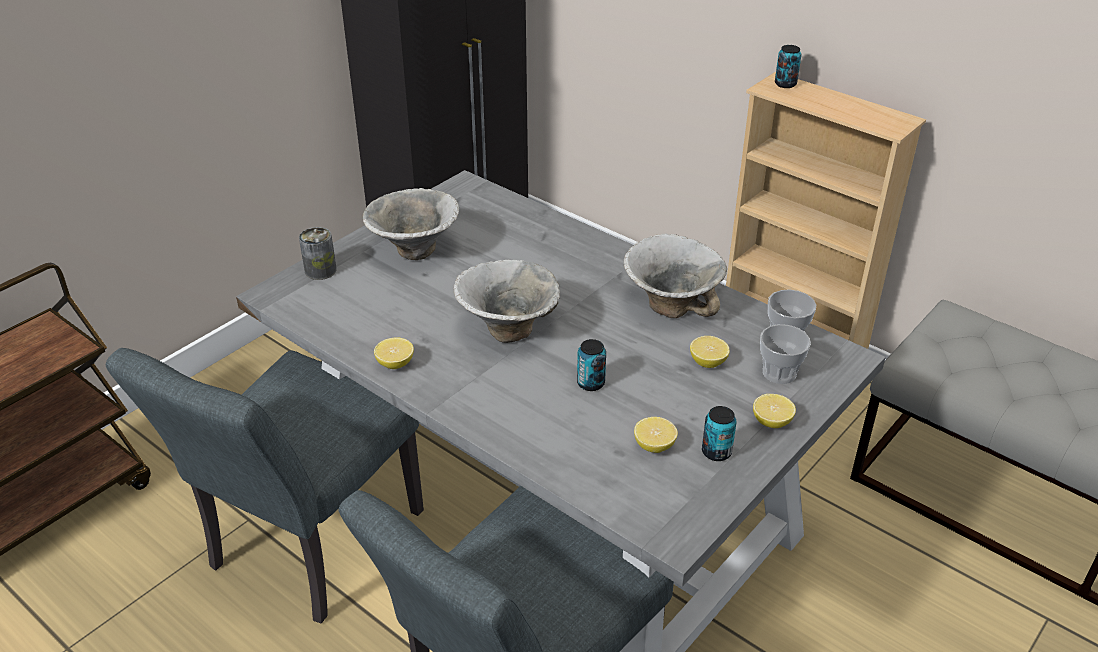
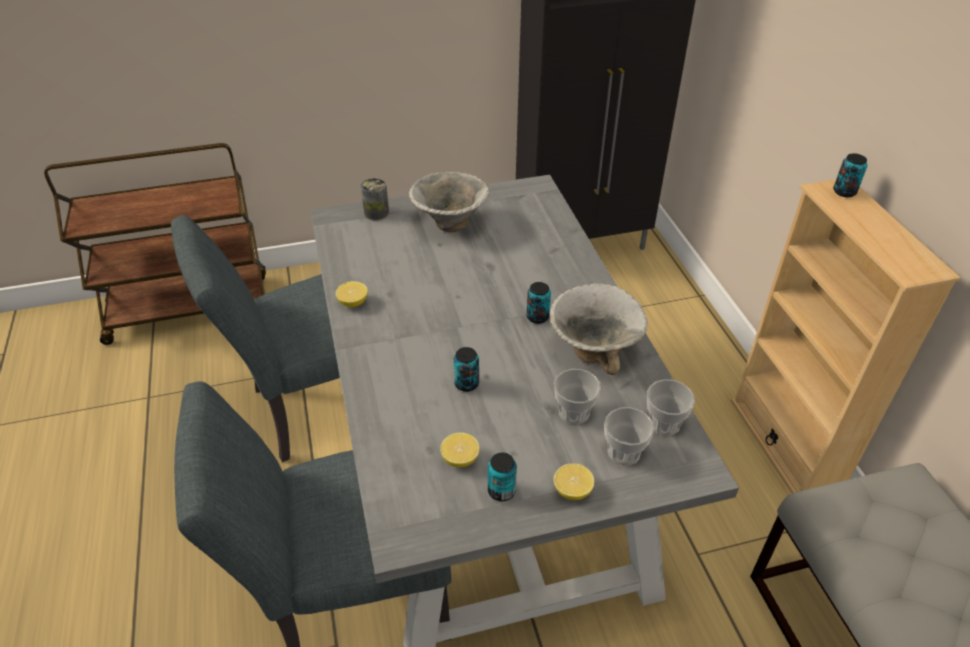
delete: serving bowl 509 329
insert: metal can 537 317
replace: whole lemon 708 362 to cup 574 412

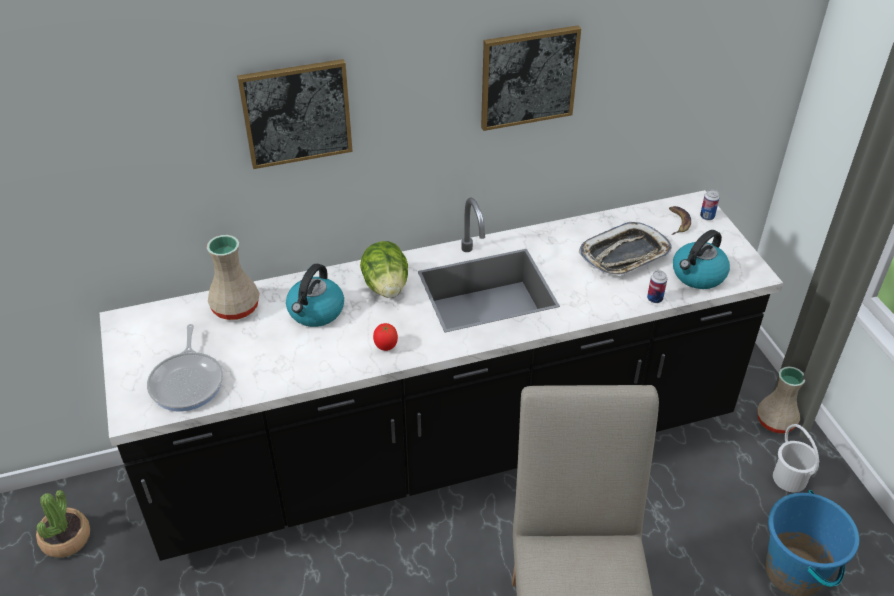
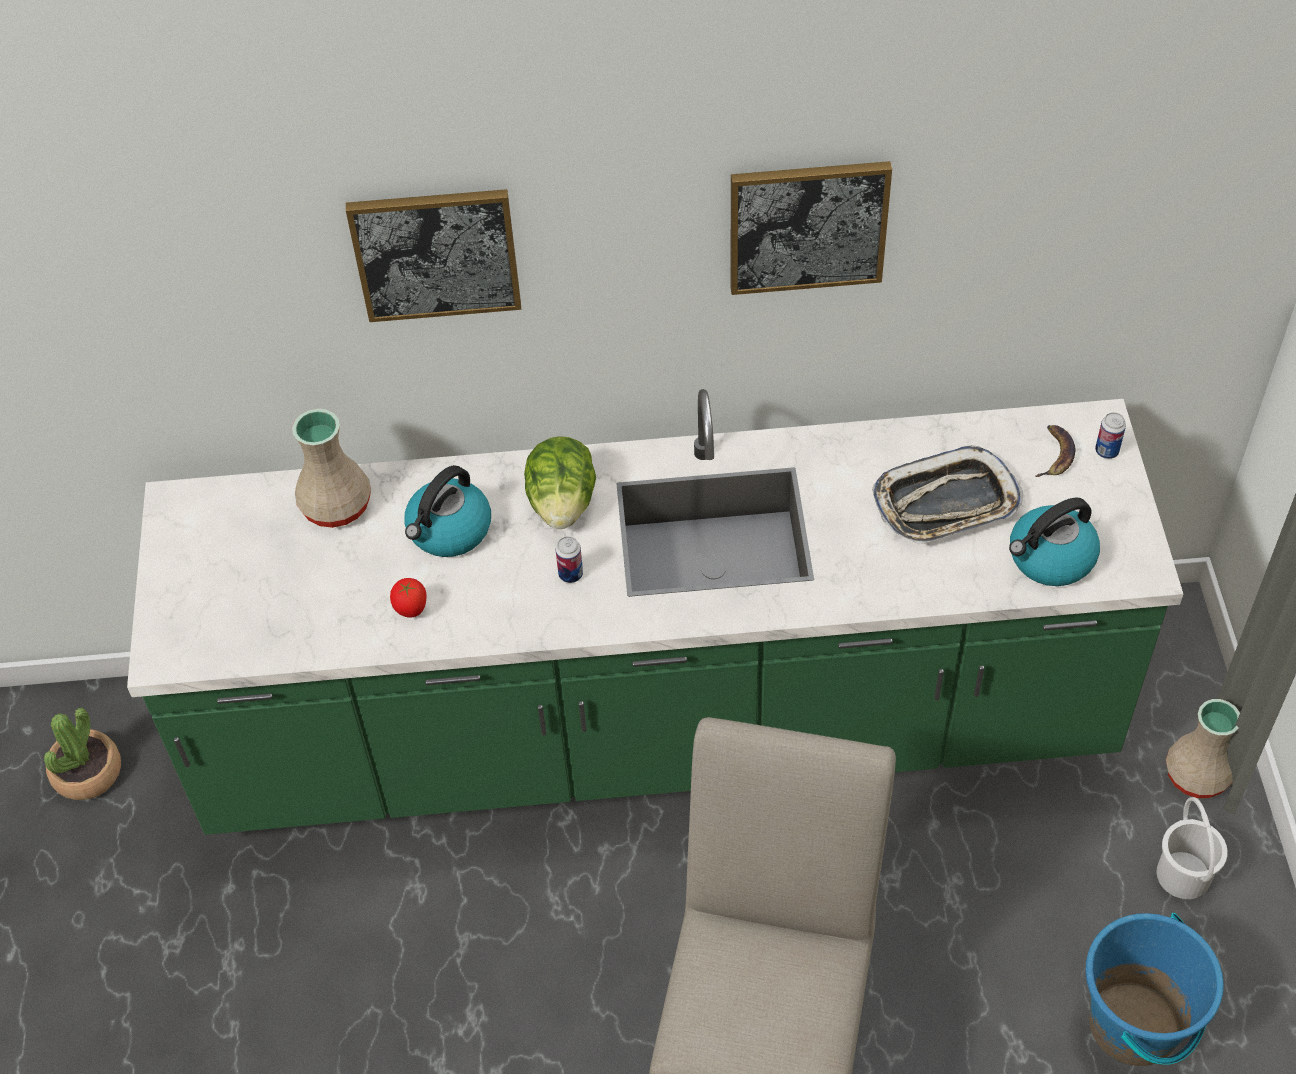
delete: frying pan 188 382
move: tomato 386 347 to 411 610; metal can 654 299 to 570 574
recolor: kitchen base unit in blackish 447 449 to kitchen base unit in green-coloured 658 730

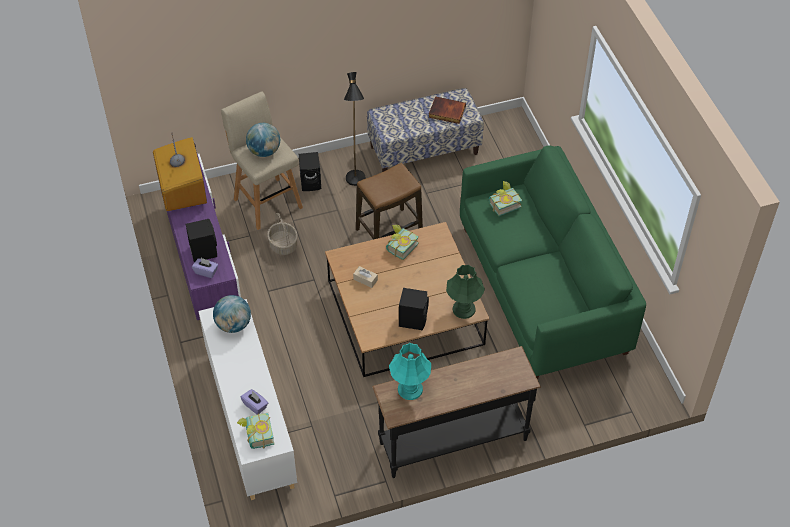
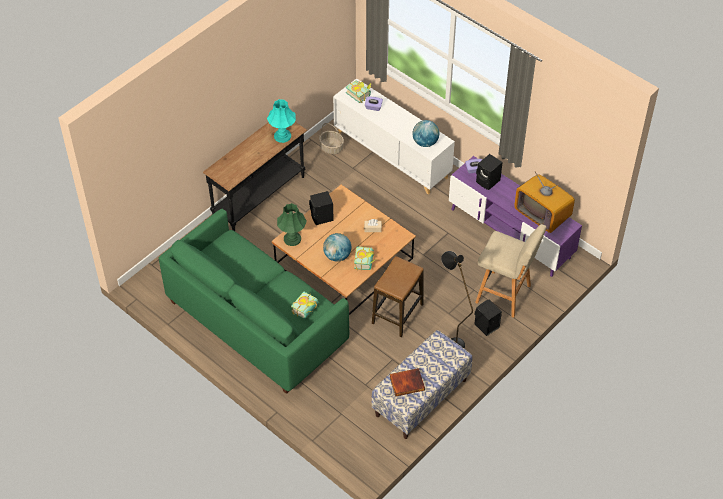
move: world globe 264 151 to 337 256; basket 283 245 to 331 148

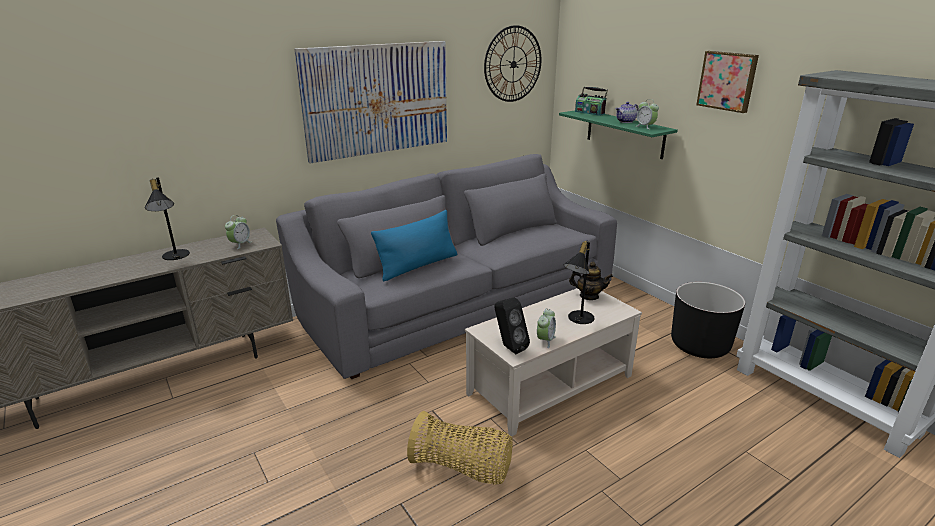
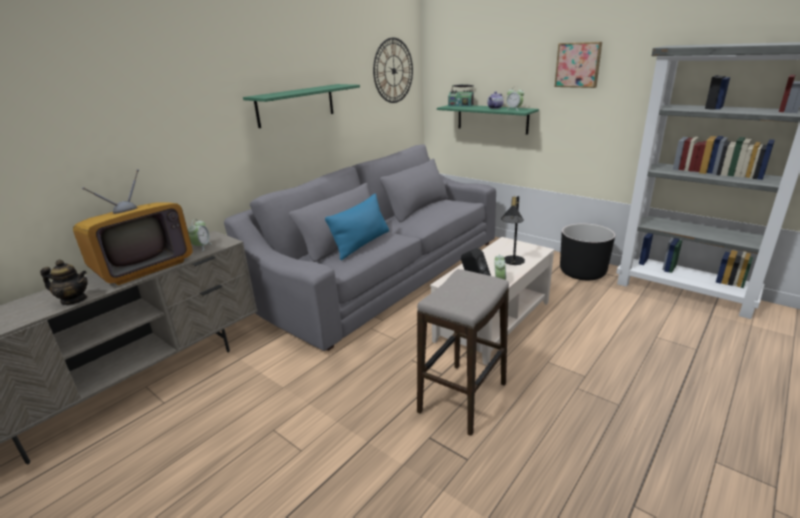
move: pot for tea 589 296 to 74 300
replace: lamp for a table in blackish 174 257 to television 143 266; wall picture 377 99 to bracket shelf in green-coloured 296 105; basket 462 468 to sitting stool 463 398

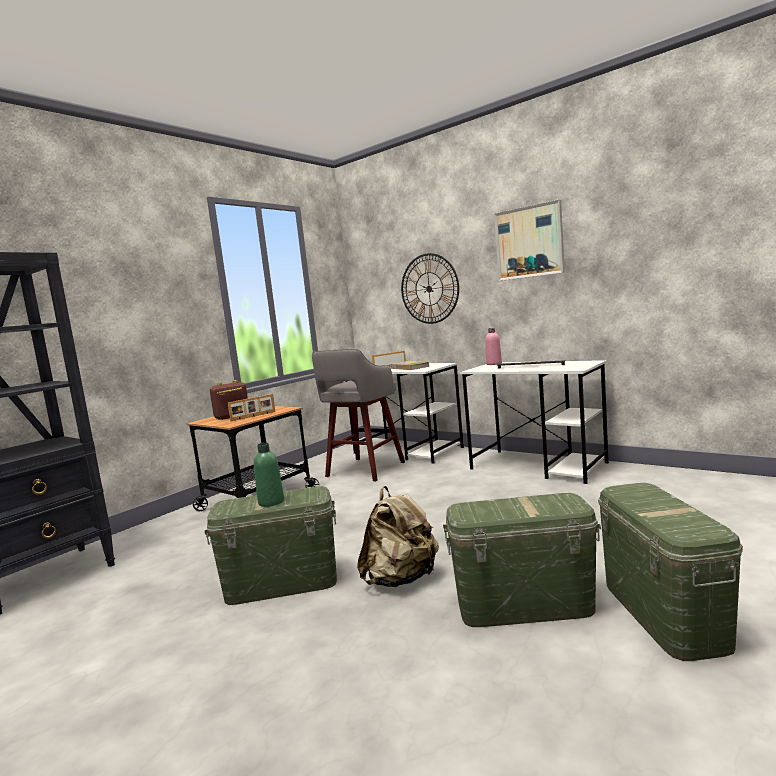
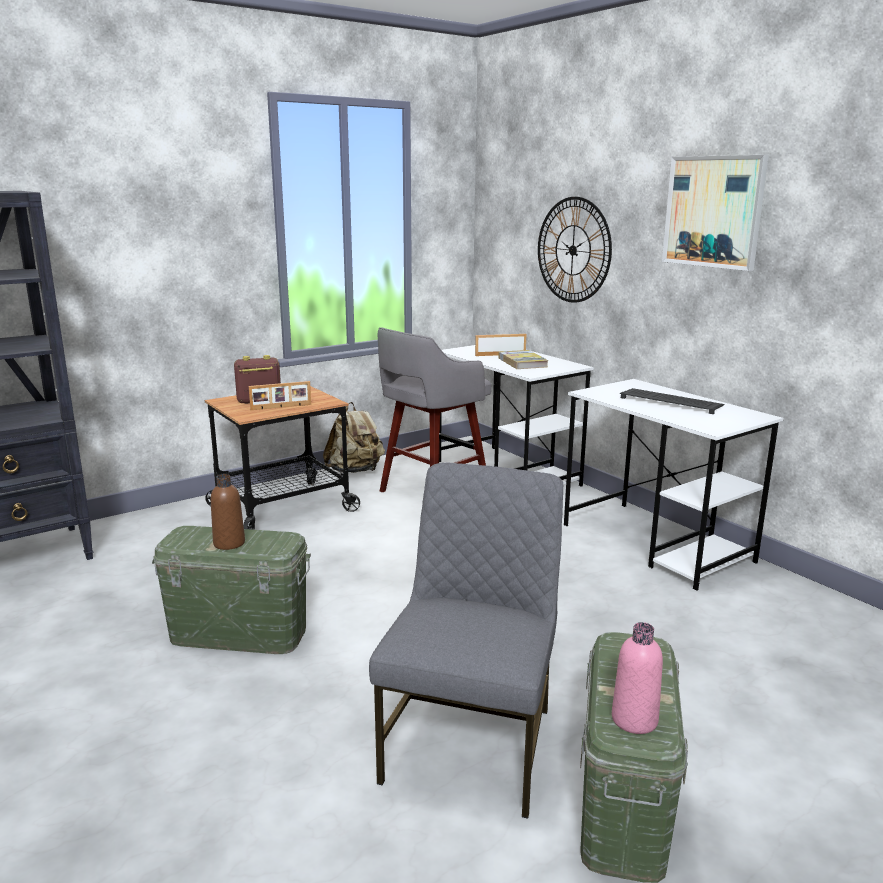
move: backpack in beige 401 579 to 355 471; drink bottle in pinkish 494 364 to 634 720
replace: storage box in green-coloured 524 605 to plain chair in gray 473 743
recolor: drink bottle in green-coloured 271 502 to drink bottle in brown 229 543

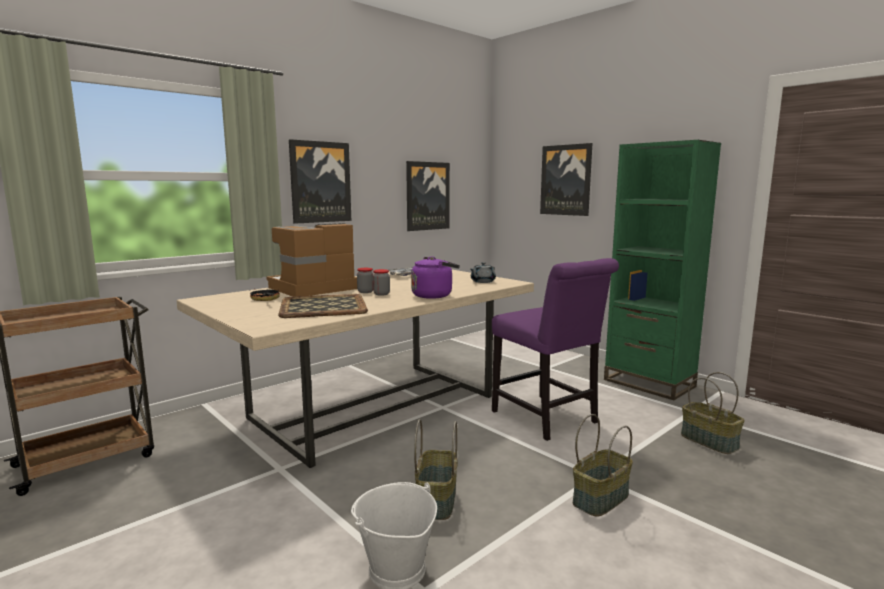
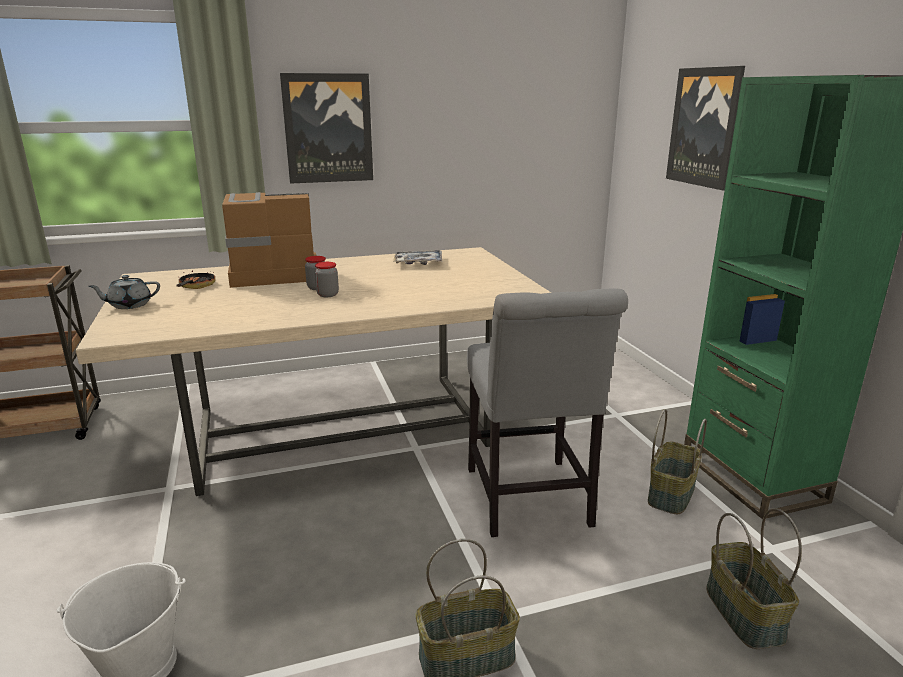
delete: serving tray 322 306; wall picture 427 196; kettle in purple 434 295
move: basket 435 500 to 670 493; pot for tea in gray 482 281 to 129 305
recolor: plain chair in purple 547 419 to plain chair in gray 529 502

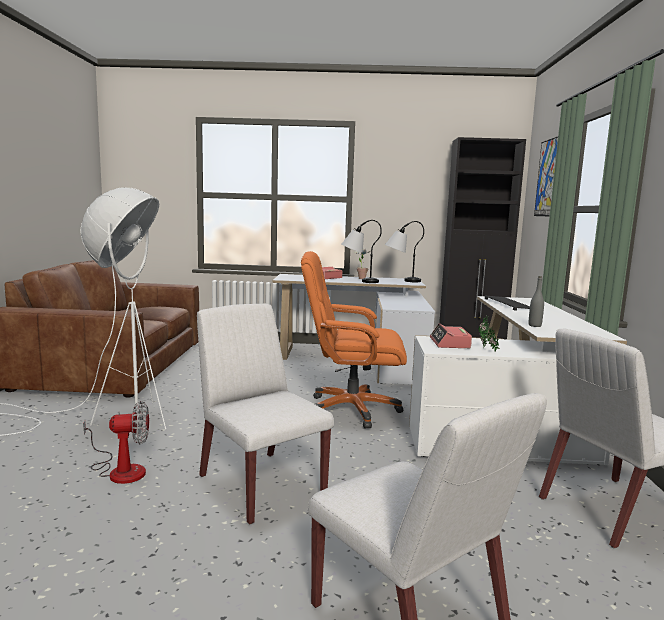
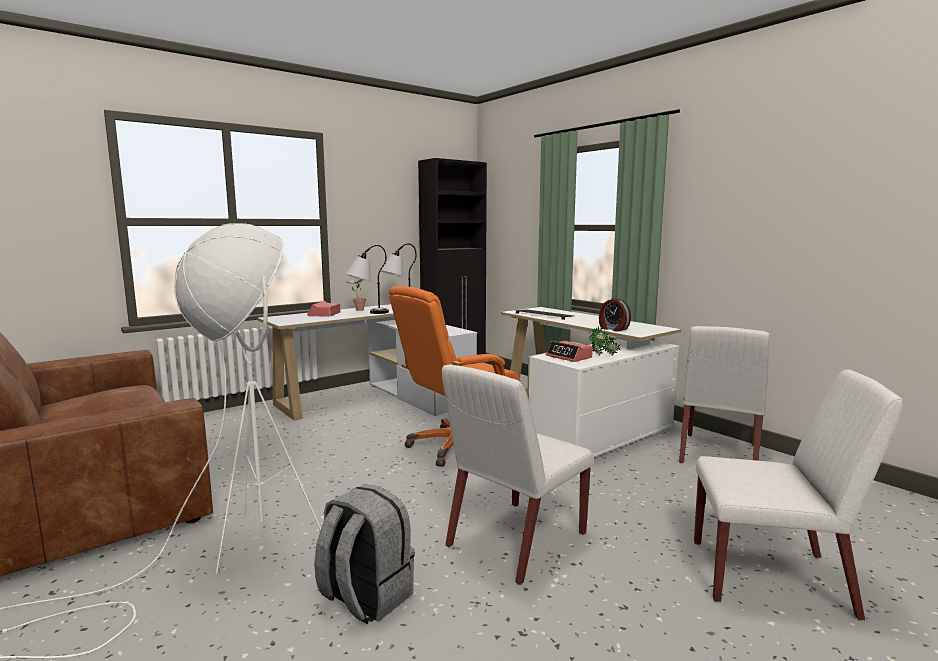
delete: wall picture 548 178
replace: fan 120 470 to backpack in gray 365 597; drink bottle in gray 534 325 to alarm clock 613 329
rotate: plain chair in whitish 260 484 = 515 540 60 degrees counterclockwise

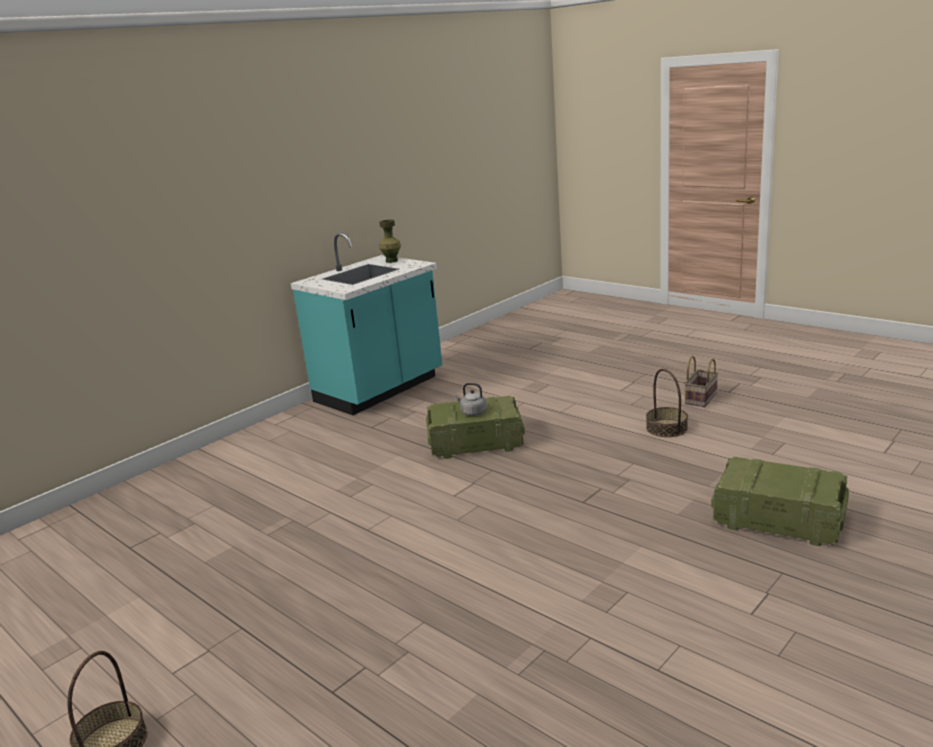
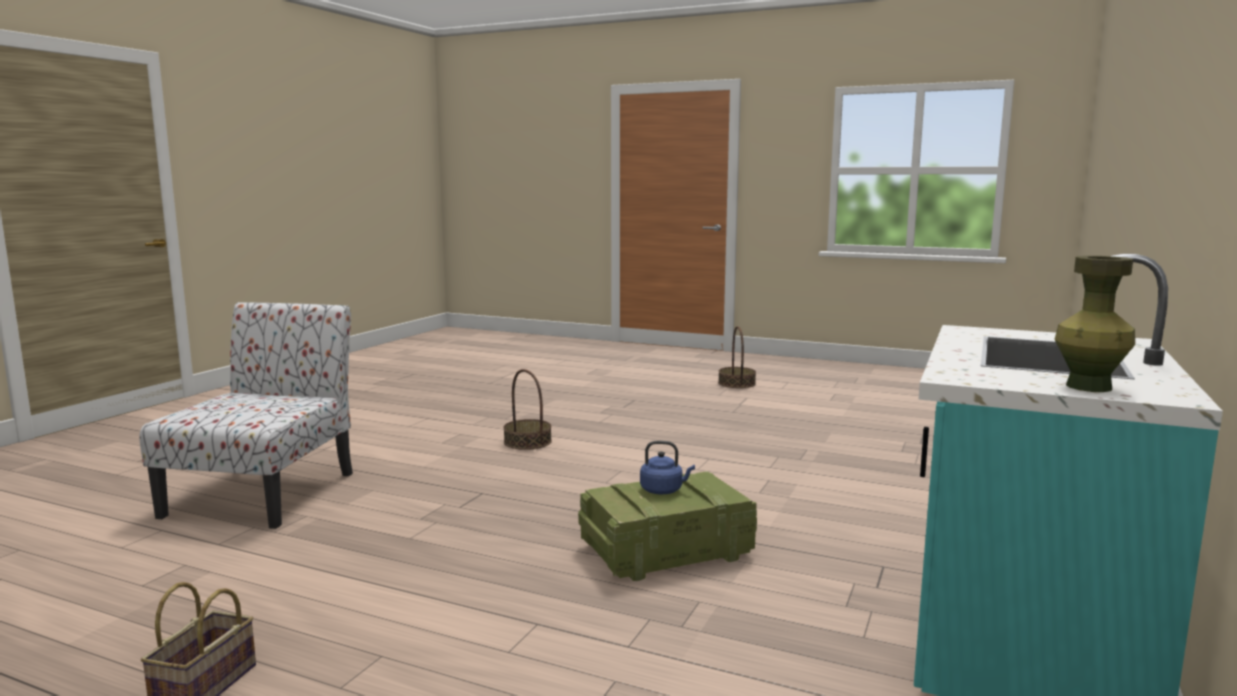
move: basket 667 428 to 527 442
replace: shipping crate 776 519 to plain chair 264 493
recolor: kettle in gray 472 412 to kettle in blue 663 490

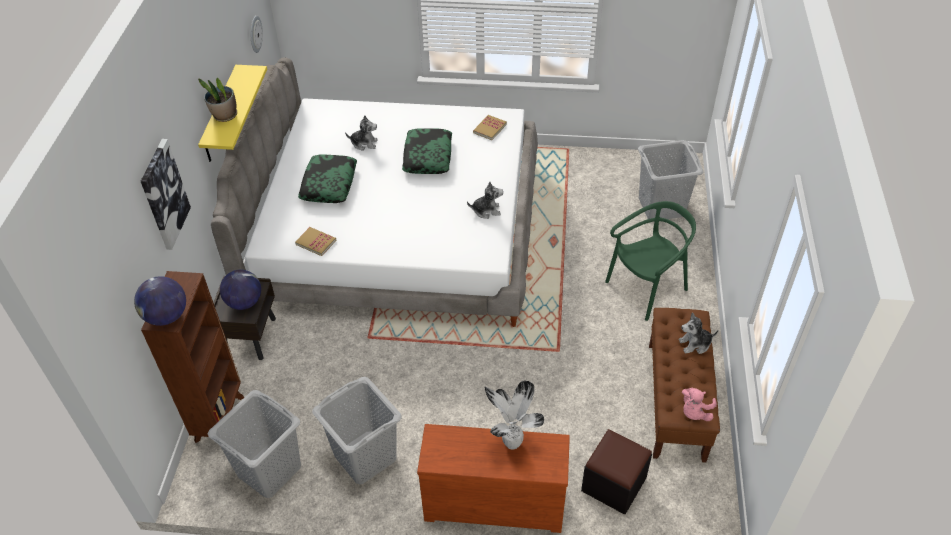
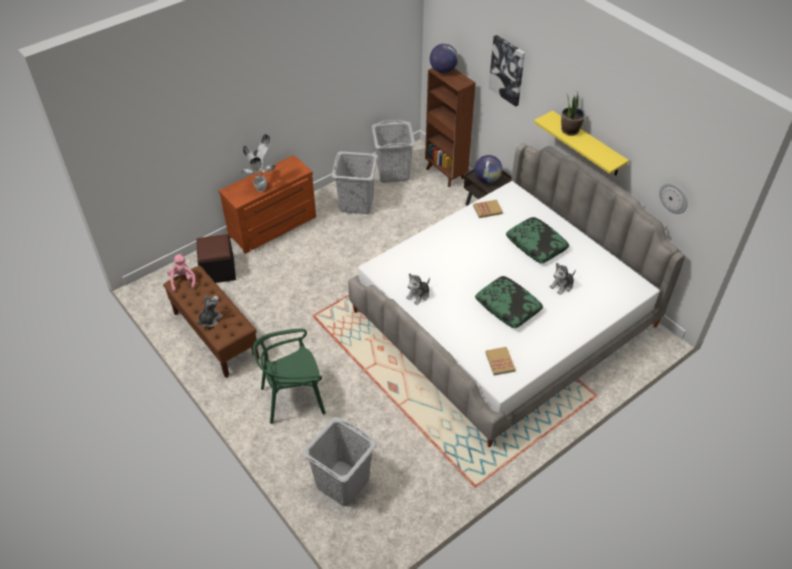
rotate: plain chair in green-coloured 647 288 = 293 398 60 degrees clockwise

